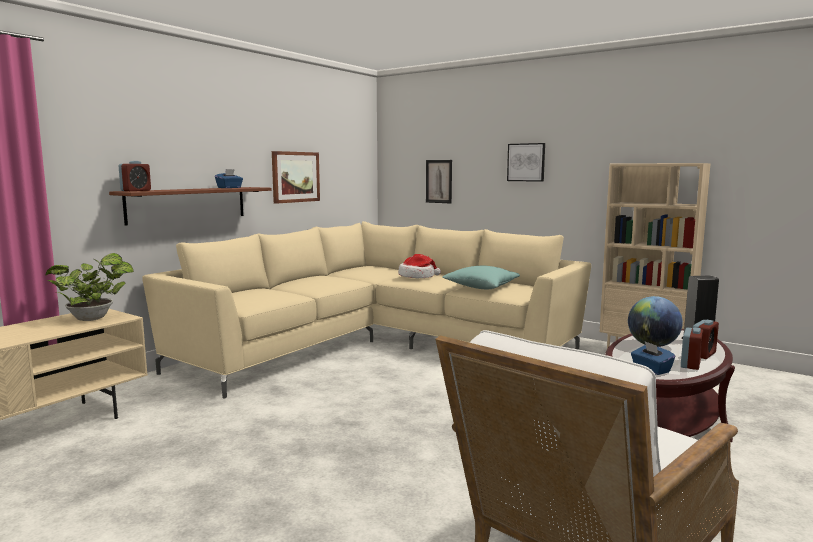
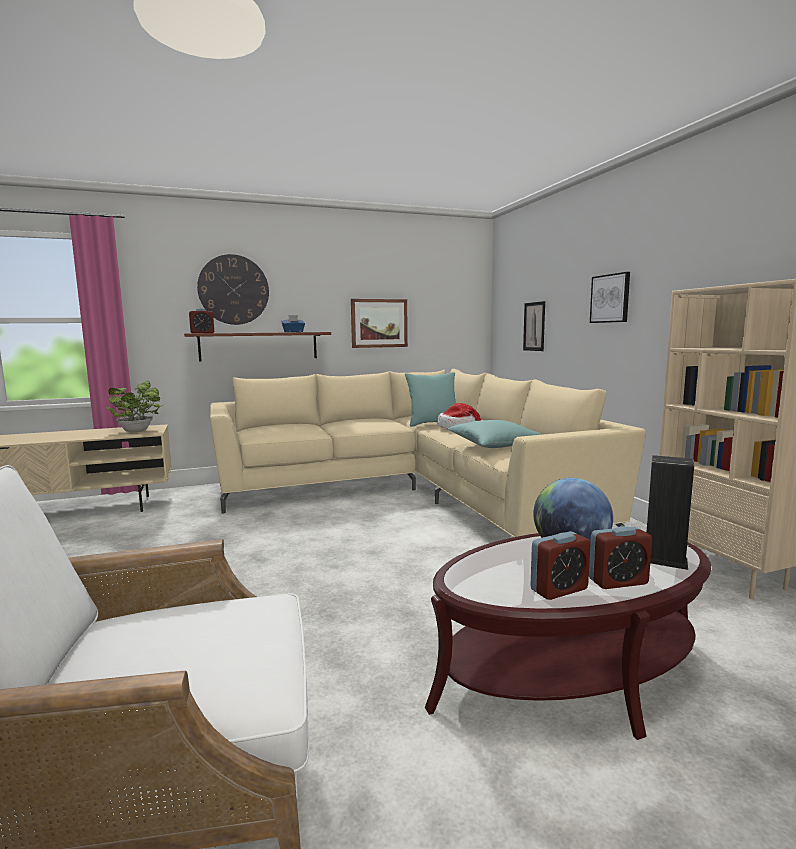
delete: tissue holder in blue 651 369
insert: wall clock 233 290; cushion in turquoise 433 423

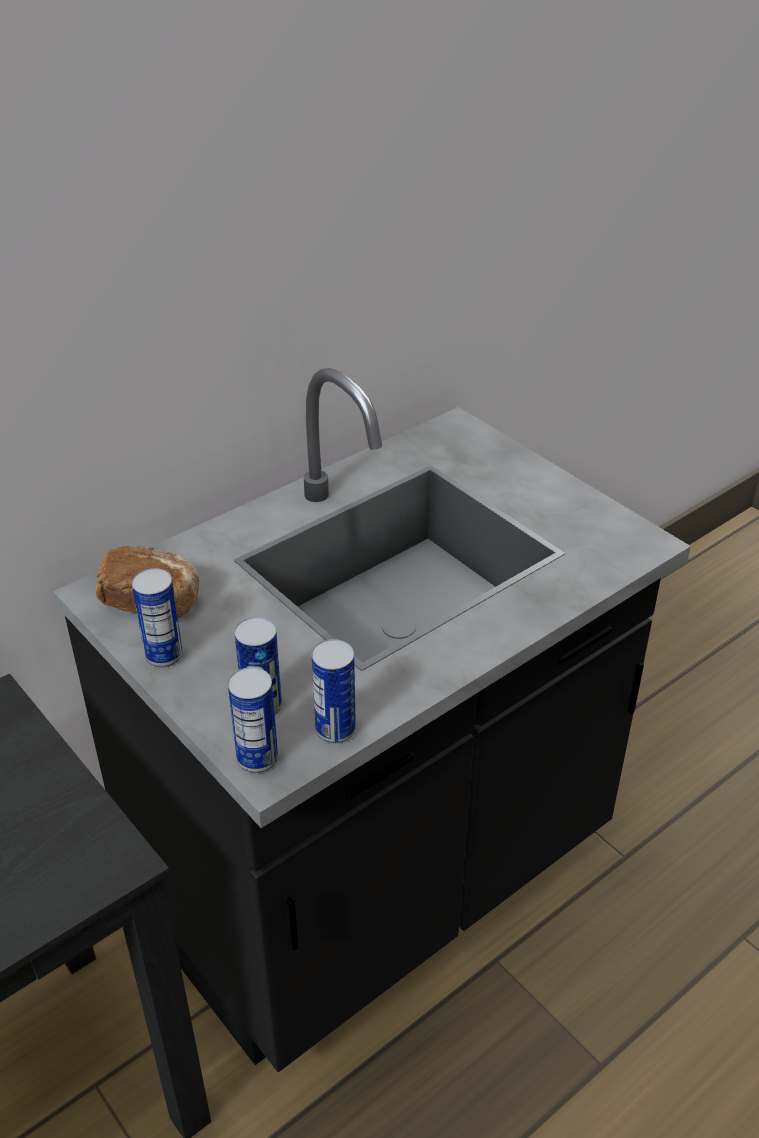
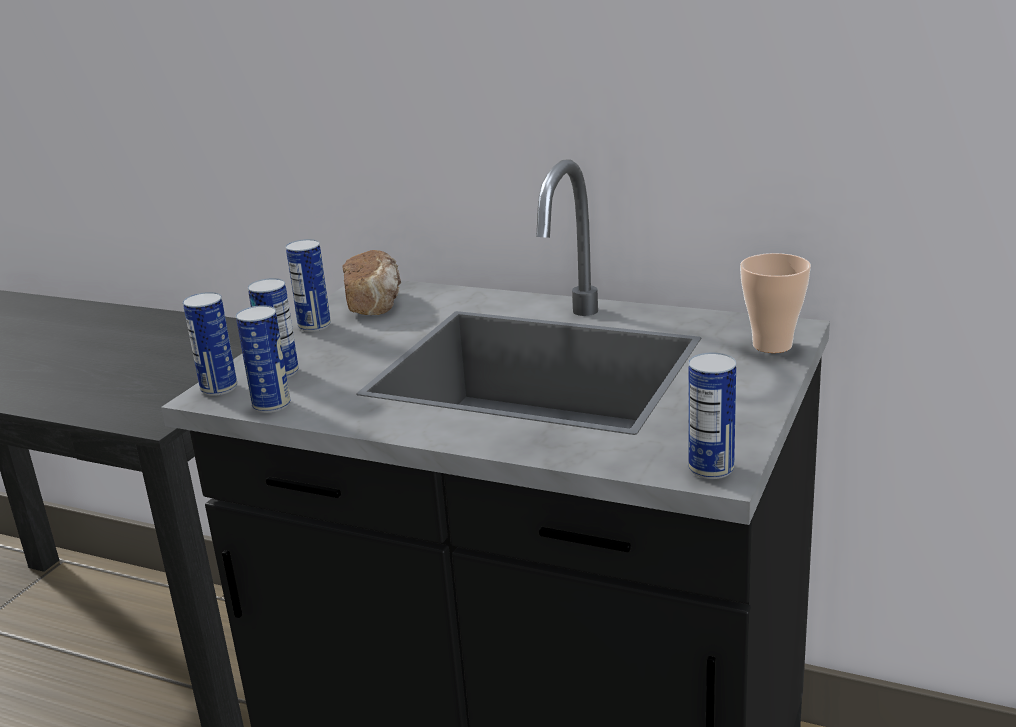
insert: metal can 711 469; cup 772 345

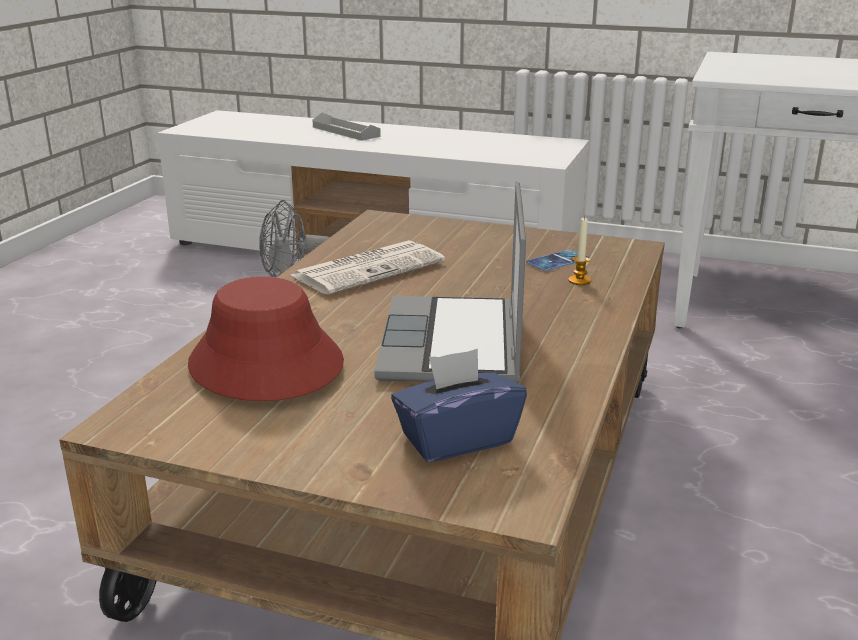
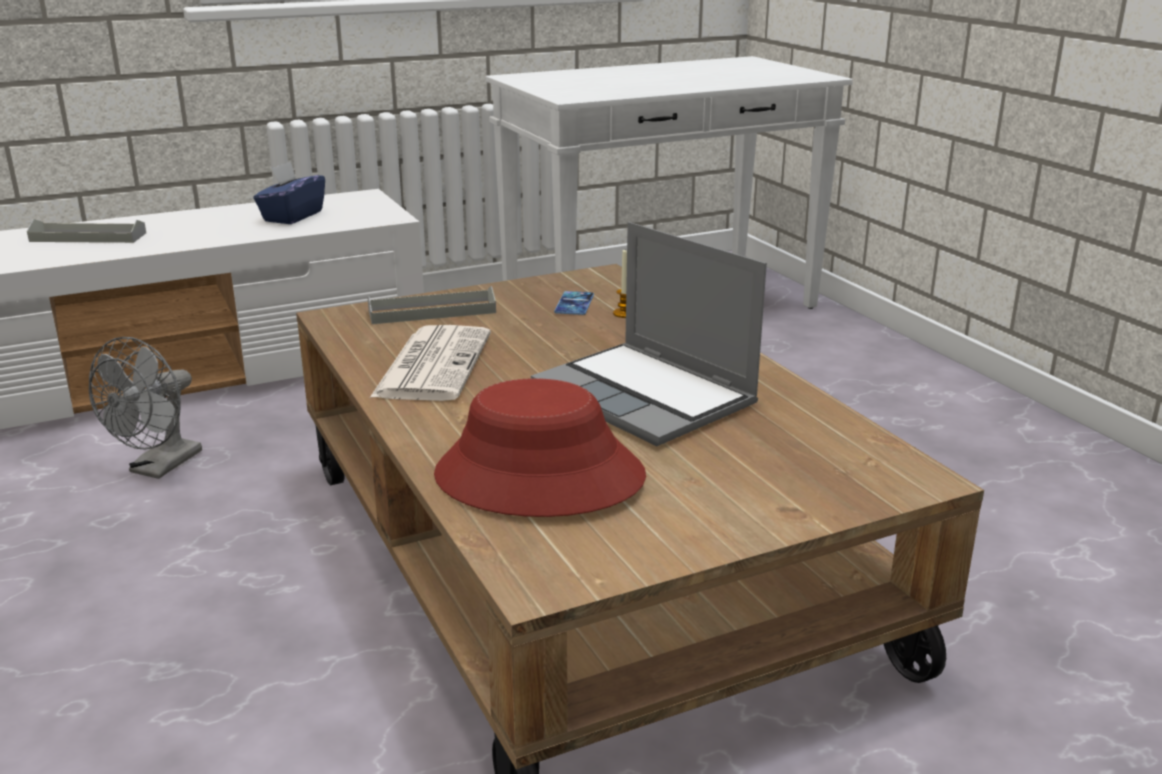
insert: serving tray in gray 432 312
move: tissue holder in blue 457 439 to 292 216

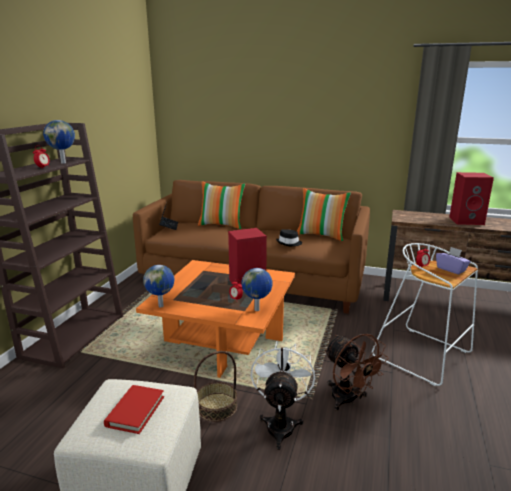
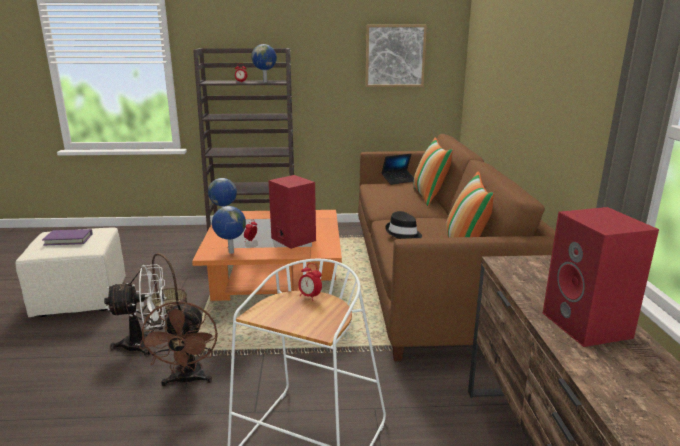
delete: tissue holder in purple 451 269
insert: wall picture 395 56
recolor: book in red-coloured 135 411 to book in purple 68 239
rotate: fan in brown 348 400 = 187 381 45 degrees counterclockwise

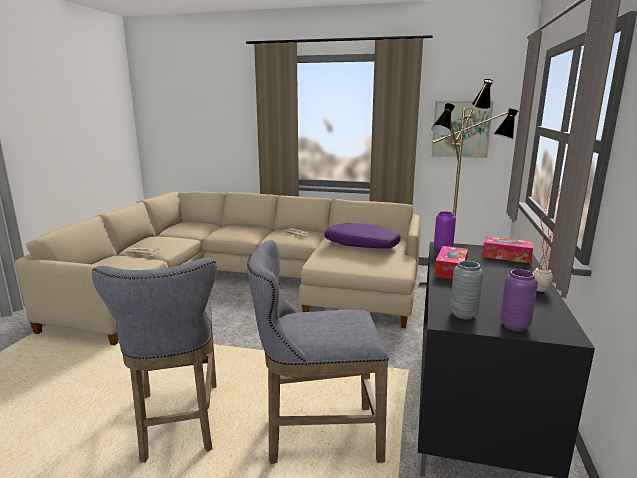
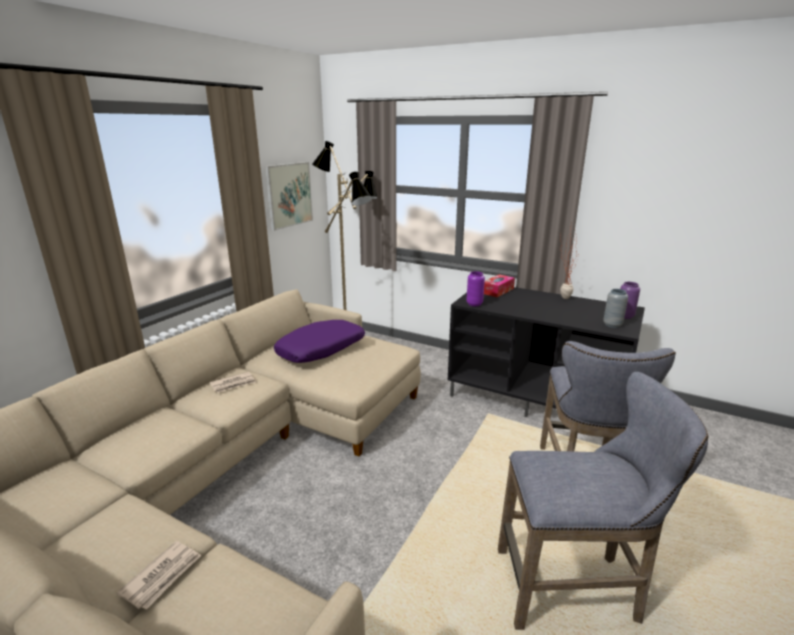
delete: tissue holder 451 270

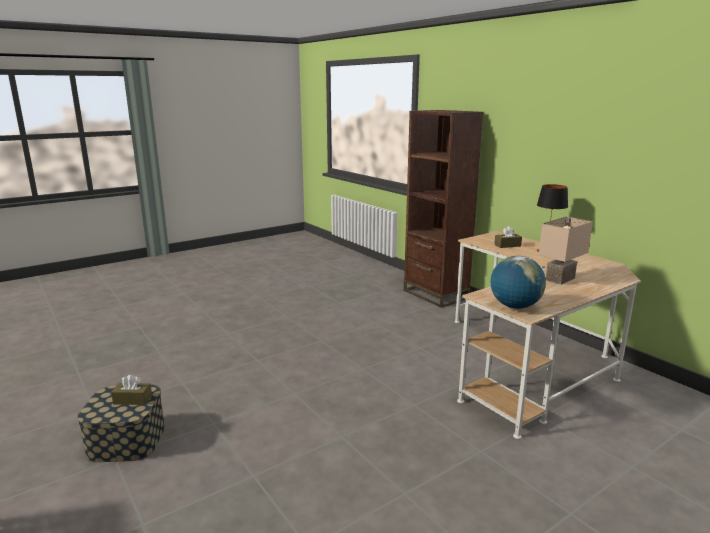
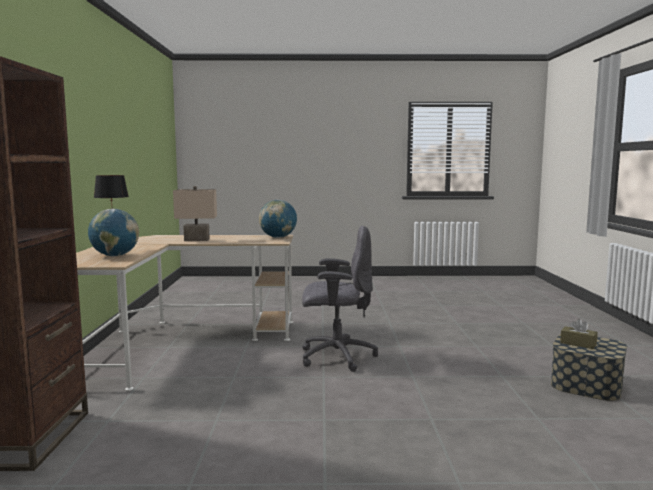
insert: office chair in gray 336 357
replace: tissue holder in brown 507 245 to world globe 115 256

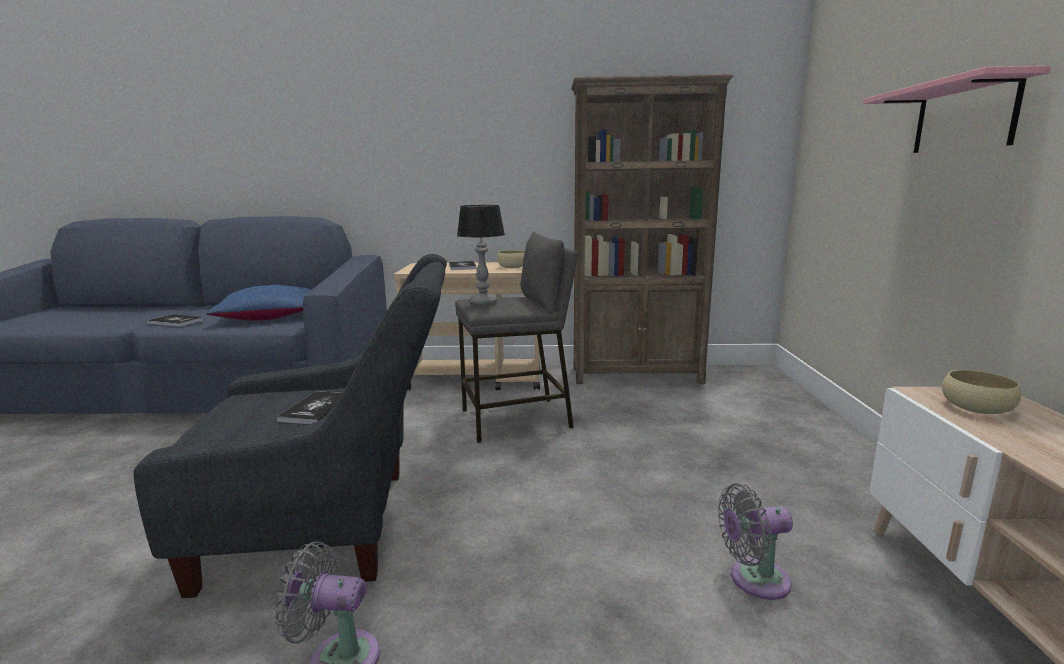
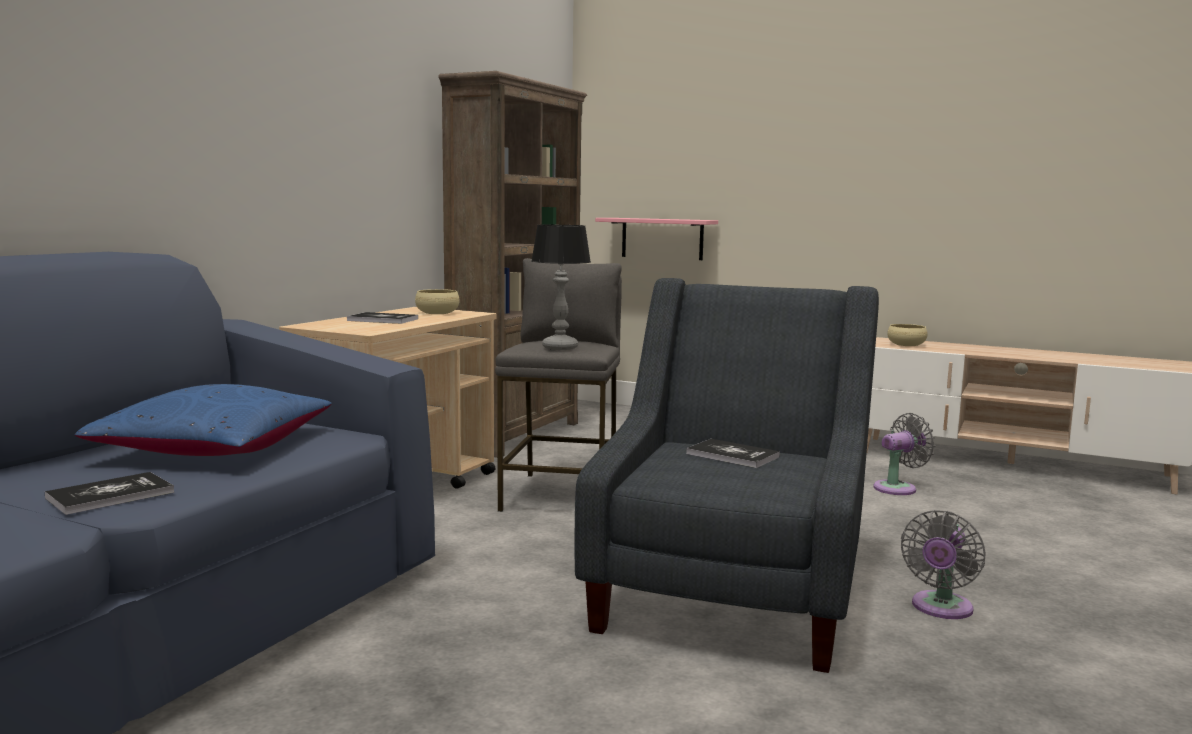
move: bracket shelf in pinkish 964 117 to 662 238
rotate: fan in gray 753 580 = 898 488 135 degrees counterclockwise

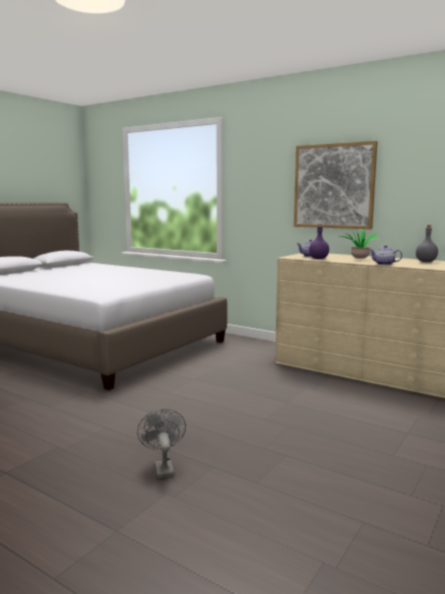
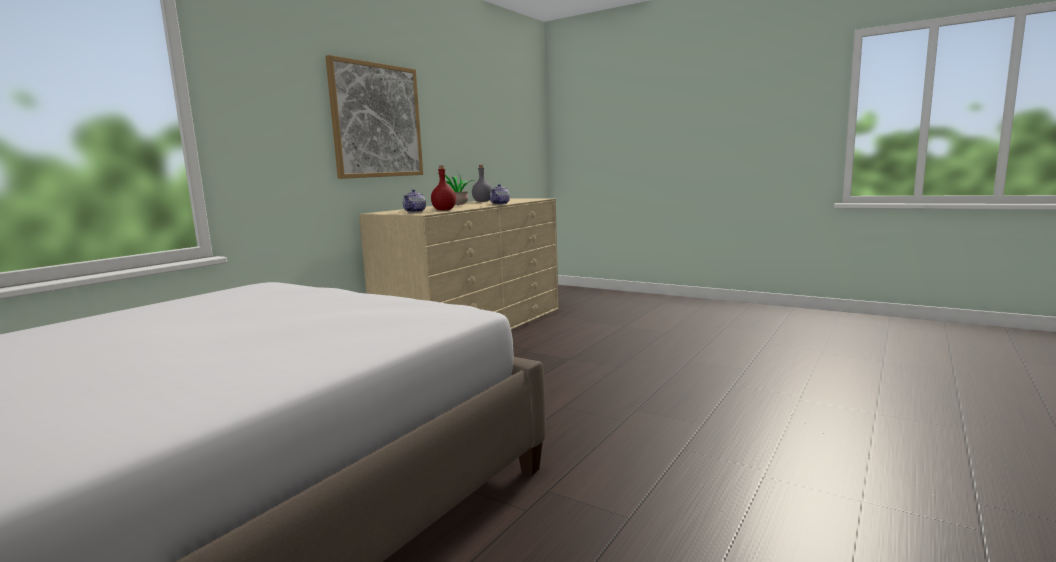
delete: fan in gray 162 467
recolor: drink bottle in purple 319 258 to drink bottle in red-coloured 444 210

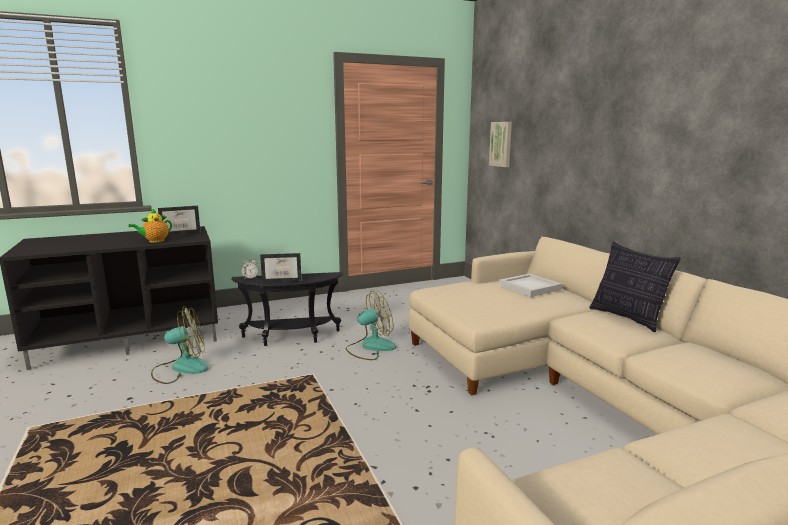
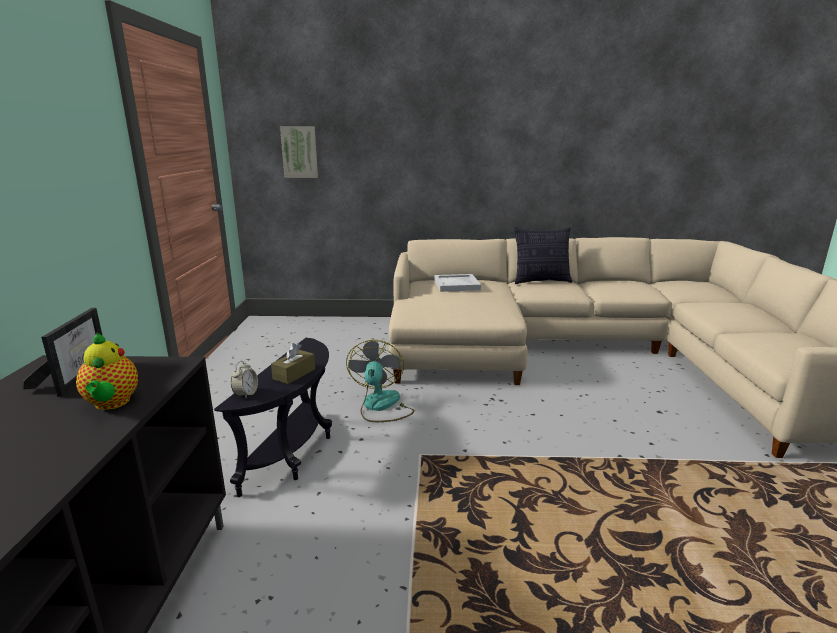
delete: fan 181 368
replace: photo frame 283 280 to tissue holder in brown 294 374

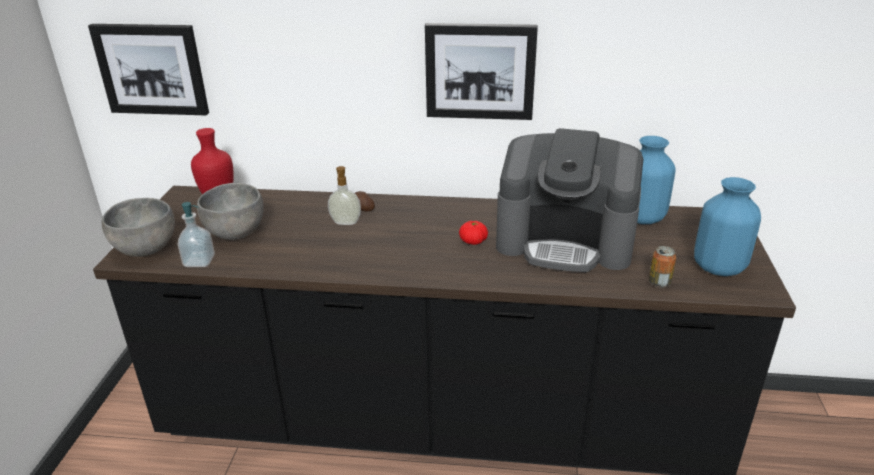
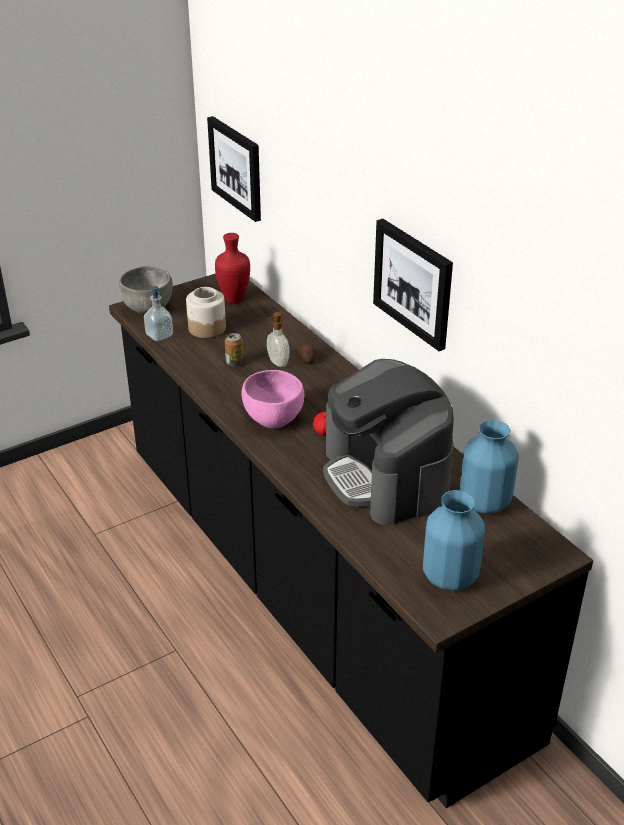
insert: serving bowl in pinkish 273 420
move: metal can 659 283 to 234 362
replace: serving bowl in gray 235 233 to storage jar 206 328

